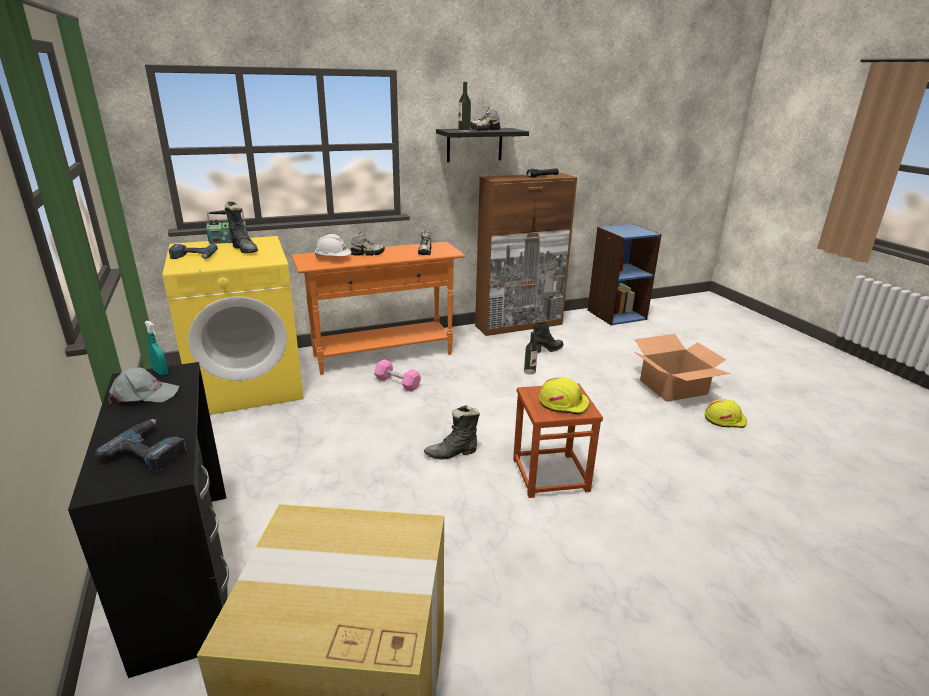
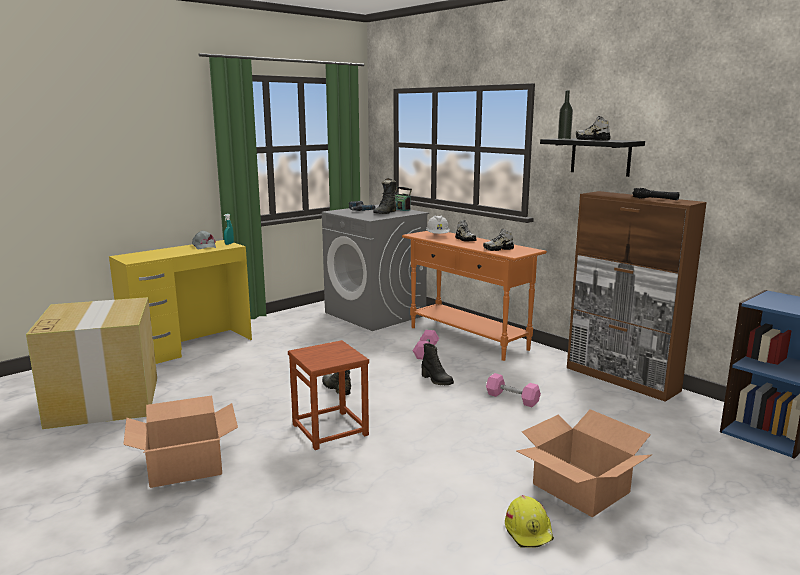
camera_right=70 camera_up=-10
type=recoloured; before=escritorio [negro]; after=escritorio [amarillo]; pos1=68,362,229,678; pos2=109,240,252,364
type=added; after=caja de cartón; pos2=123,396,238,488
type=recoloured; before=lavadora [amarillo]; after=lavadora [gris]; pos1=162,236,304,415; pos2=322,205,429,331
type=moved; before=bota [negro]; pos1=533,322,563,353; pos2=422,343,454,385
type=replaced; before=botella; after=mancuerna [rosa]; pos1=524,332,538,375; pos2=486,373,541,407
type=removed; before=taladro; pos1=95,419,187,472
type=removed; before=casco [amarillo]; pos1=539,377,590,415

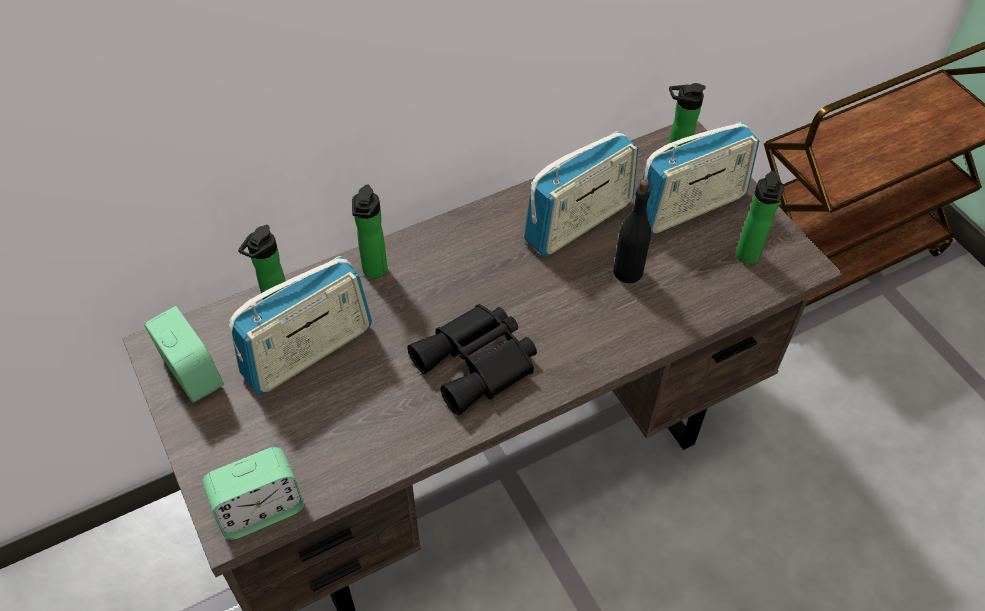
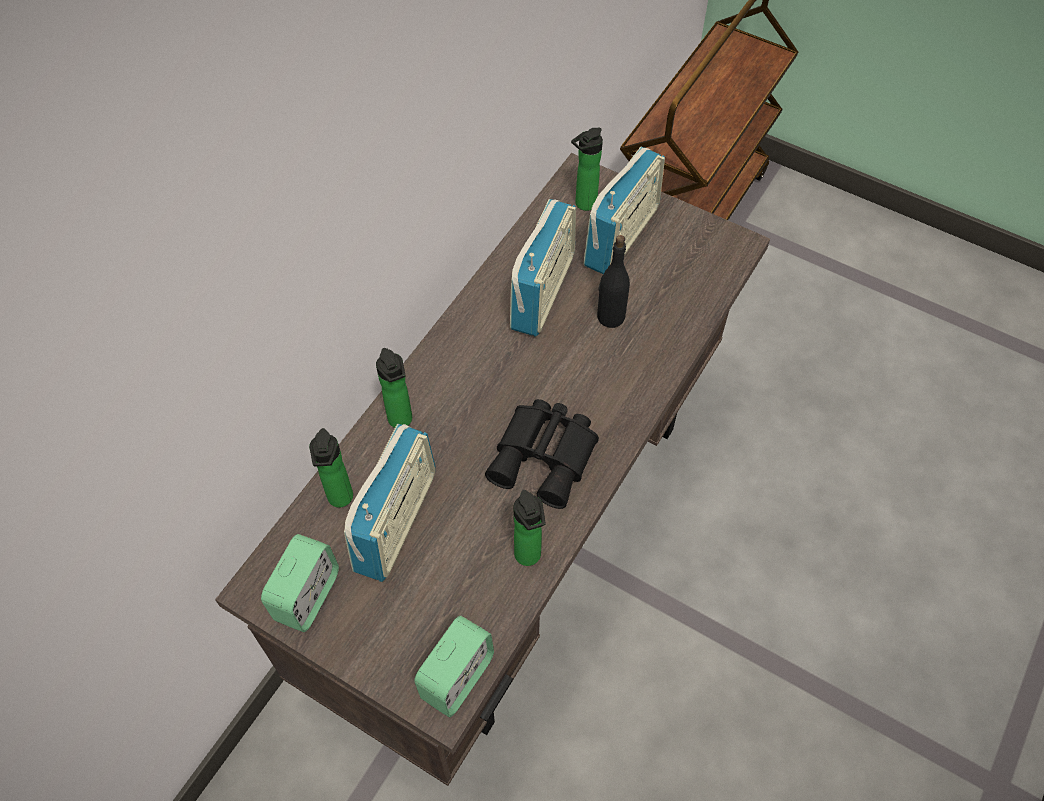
camera_right=-30 camera_up=5
type=turned; before=despertador; pos1=144,306,224,403; pos2=261,534,339,632; turn=90
type=moved; before=botella; pos1=736,171,784,264; pos2=514,490,545,566

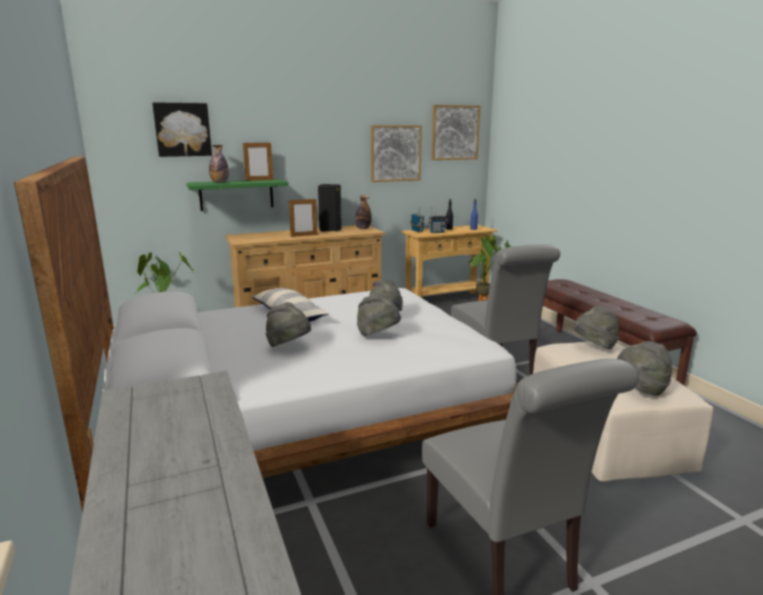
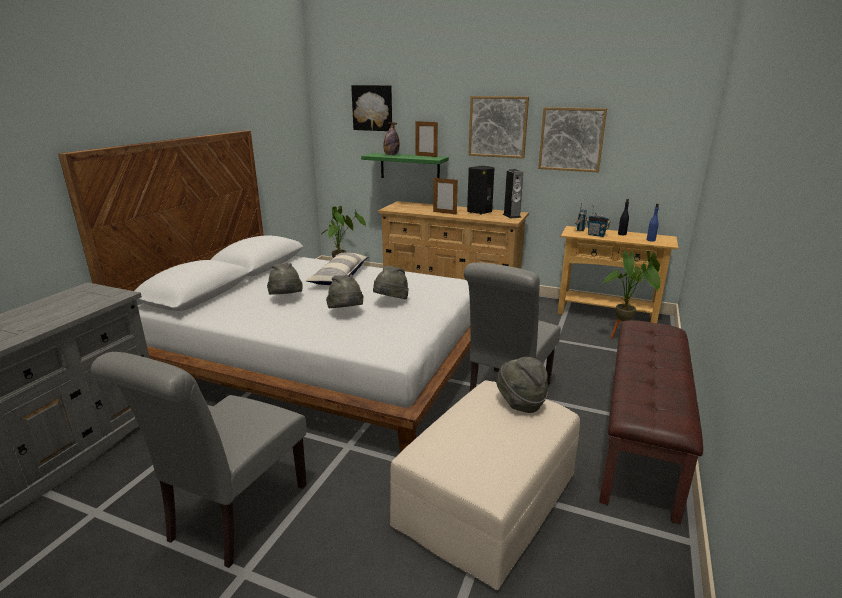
camera_right=45 camera_up=5
type=moved; before=cuadro; pos1=431,105,481,160; pos2=469,96,529,159
type=replaced; before=botella; after=altavoz; pos1=355,196,372,229; pos2=503,169,523,218
type=removed; before=sombrero [gris]; pos1=617,341,672,396

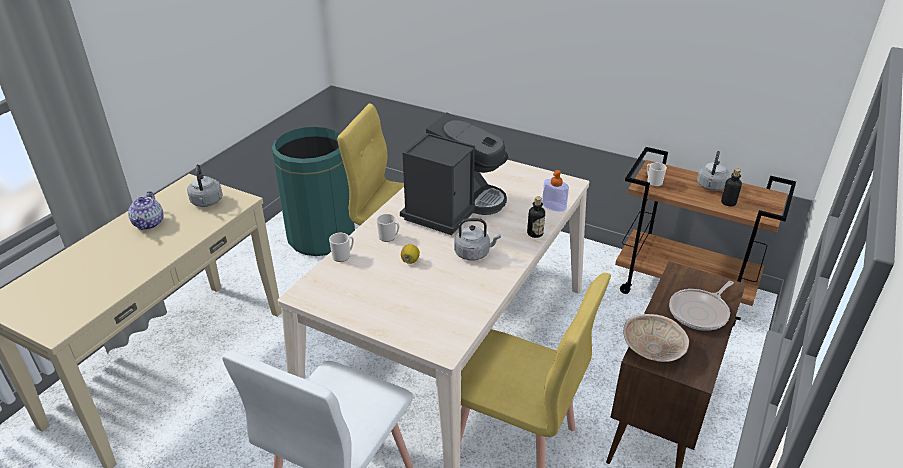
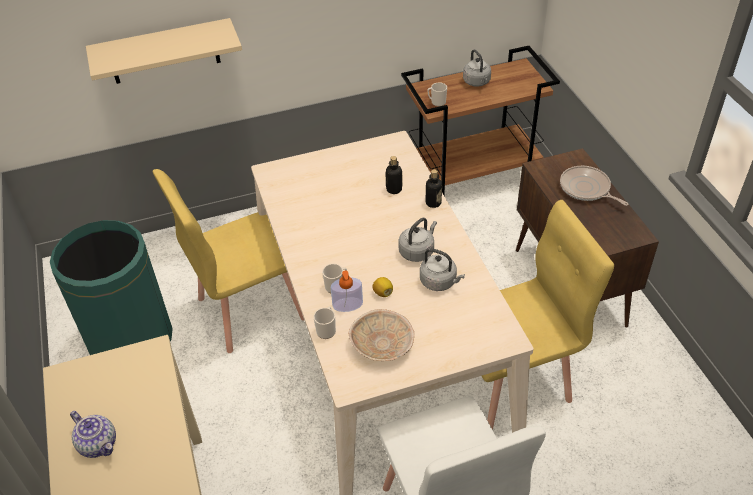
camera_right=-45 camera_up=10
type=added; after=estante [beis]; pos2=86,18,242,84
type=moved; before=dispensador de jabón; pos1=542,170,569,212; pos2=331,271,363,312
type=moved; before=cuenco [beis]; pos1=623,314,689,362; pos2=349,309,414,361
type=moved; before=botella; pos1=721,168,742,206; pos2=386,156,402,194
type=moved; before=hervidor [gris]; pos1=187,164,223,207; pos2=420,248,465,291
type=turned; before=sartén; pos1=669,281,734,331; pos2=560,166,628,206; turn=135
type=removed; before=cafetera; pos1=400,113,508,235

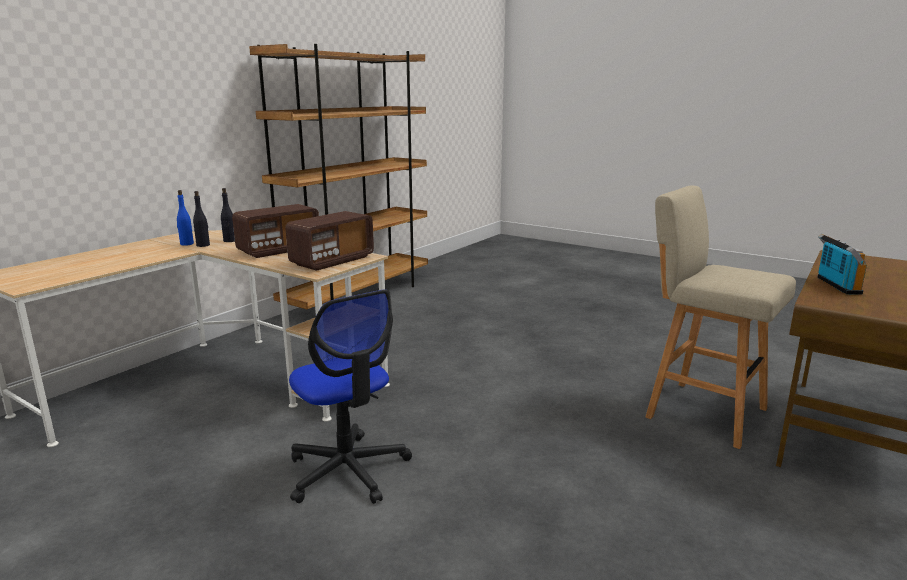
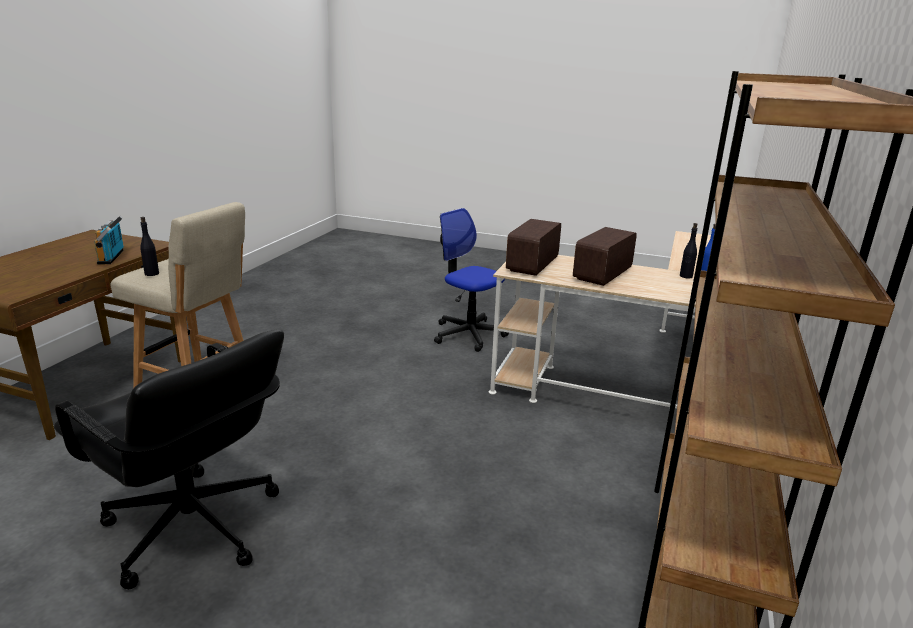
camera_right=165 camera_up=5
type=added; after=silla de oficina [negro]; pos2=54,330,284,589
type=moved; before=botella [negro]; pos1=221,188,235,242; pos2=140,217,159,276

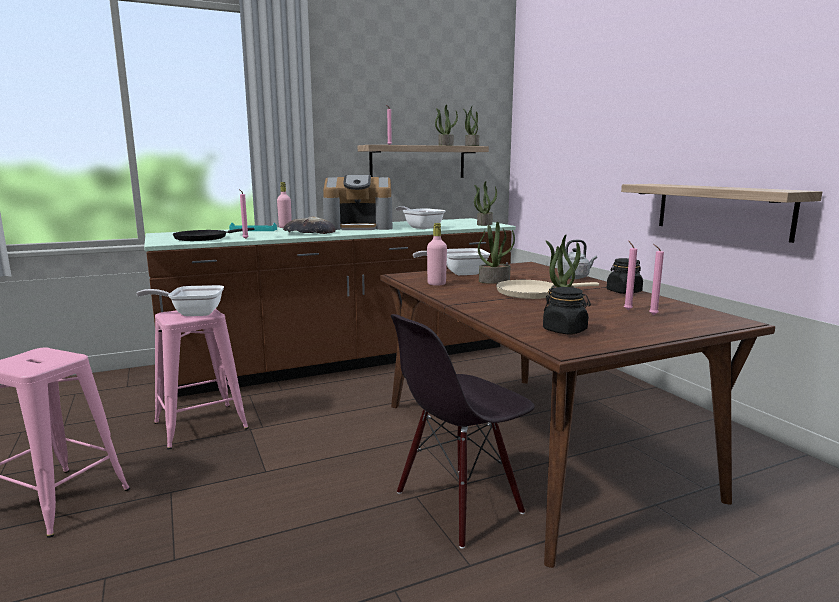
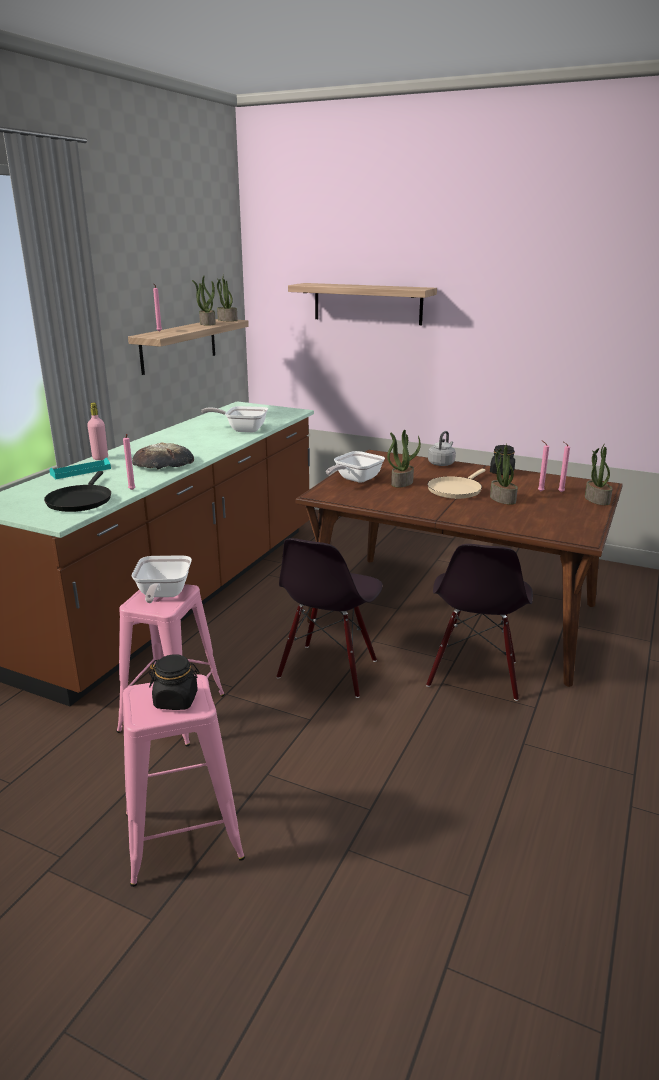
camera_right=-40 camera_up=10
type=turned; before=sartén; pos1=136,285,224,316; pos2=131,556,192,603; turn=-45
type=moved; before=tarro [negro]; pos1=543,287,591,334; pos2=149,654,200,710
type=added; after=silla [negro]; pos2=277,538,383,698
type=moved; before=estante; pos1=621,184,822,243; pos2=288,283,437,325
type=moved; before=planta en maceta; pos1=474,181,497,226; pos2=585,445,613,505
type=removed; before=cafetera; pos1=323,175,392,230
type=removed; before=botella [rosa]; pos1=427,223,447,286

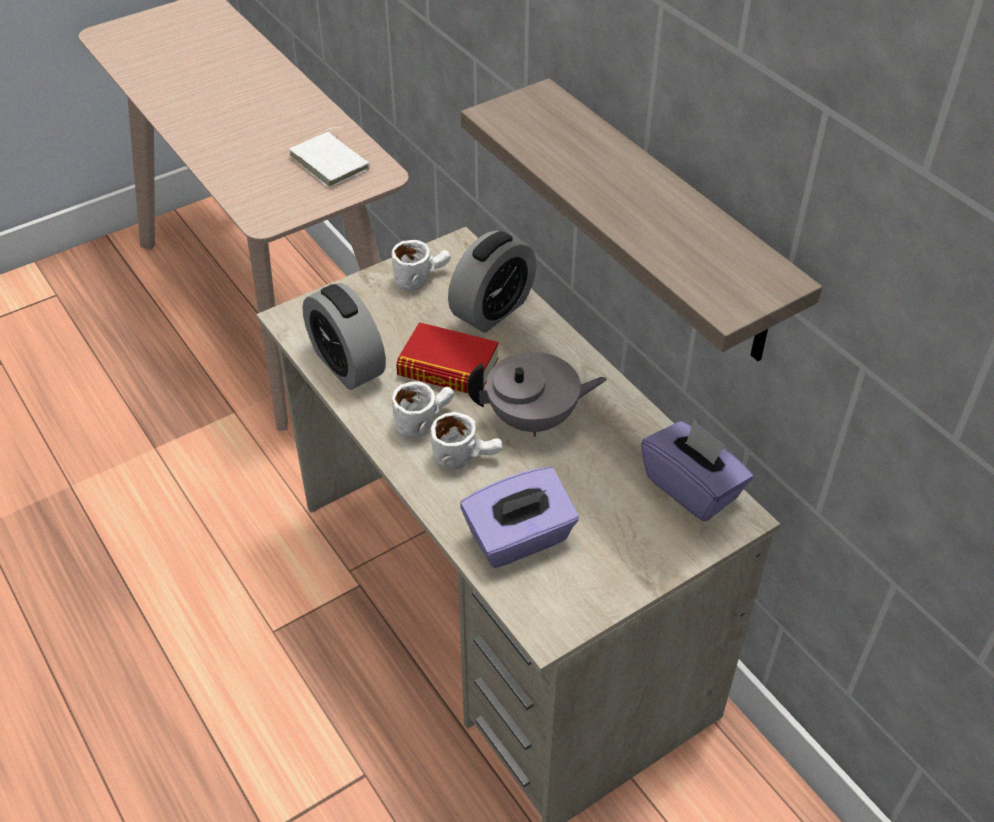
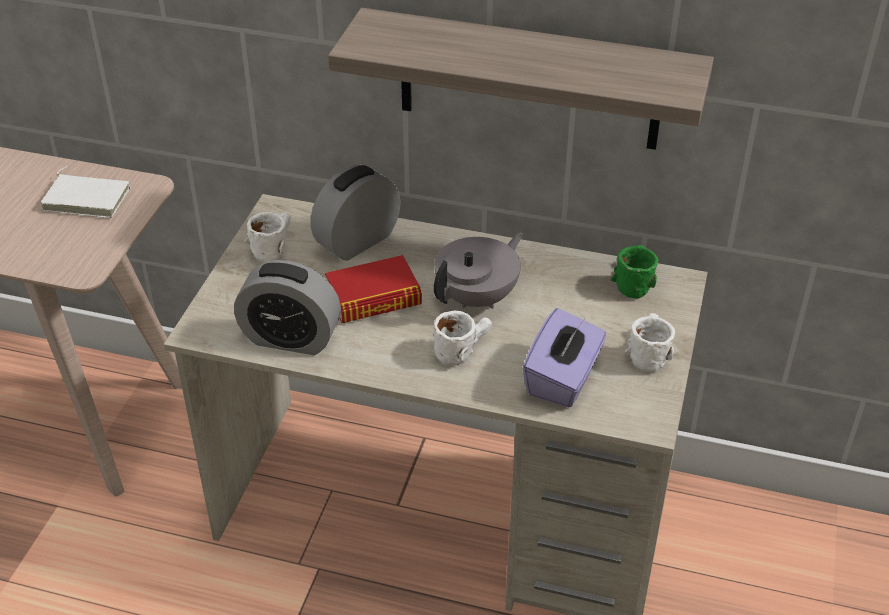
camera_right=-40 camera_up=-5
type=turned; before=despertador; pos1=448,230,537,332; pos2=311,165,401,261; turn=-135
type=replaced; before=caja de pañuelos [morado]; after=taza grande [verde]; pos1=641,419,753,522; pos2=611,245,658,299
type=moved; before=taza grande [blanco]; pos1=392,381,454,439; pos2=625,313,675,372

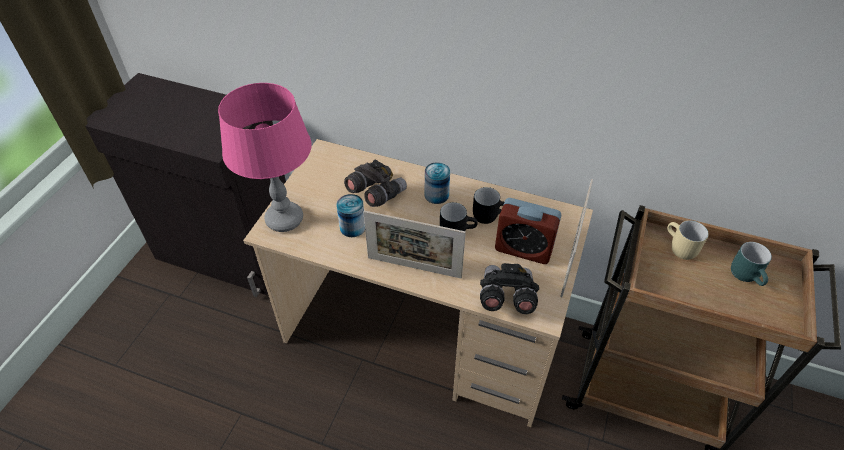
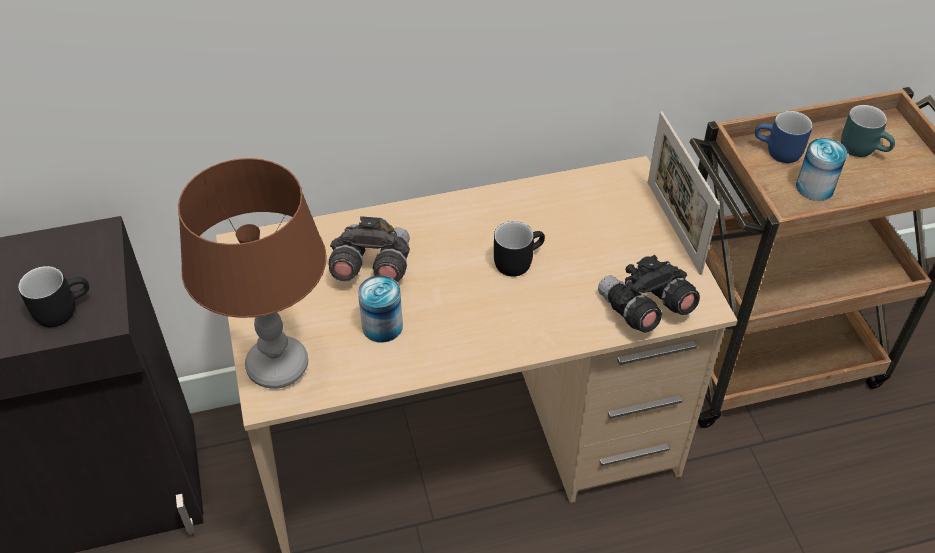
camera_right=-35 camera_up=0
type=moved; before=taza grande [negro]; pos1=473,187,504,224; pos2=18,266,89,327
type=recoloured; before=lámpara de mesa [rosa]; after=lámpara de mesa [marrón]; pos1=218,83,312,232; pos2=178,158,327,389
type=recoloured; before=taza grande [beis]; after=taza grande [azul]; pos1=667,220,709,260; pos2=755,111,813,163
type=moved; before=lata; pos1=425,162,450,204; pos2=796,138,847,201
type=removed; before=portarretratos; pos1=363,211,466,278
type=removed; before=despertador; pos1=495,198,561,264

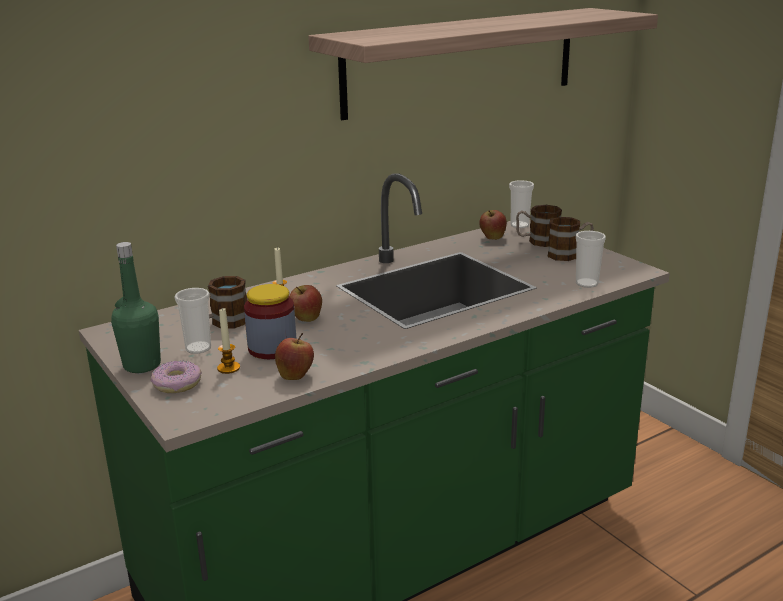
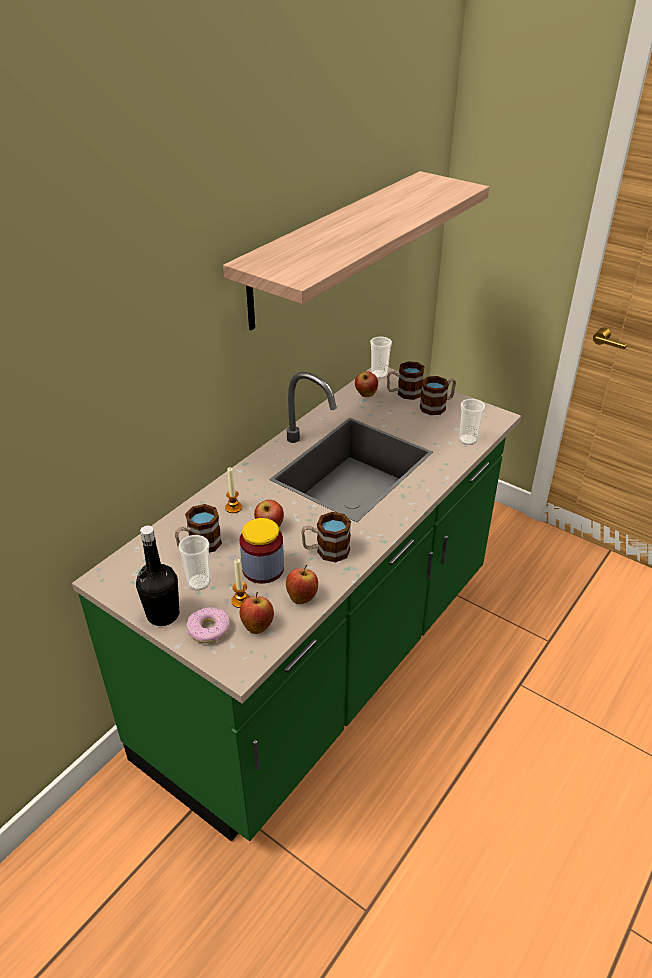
camera_right=-20 camera_up=15
type=recoloured; before=botella [verde]; after=botella [negro]; pos1=111,242,161,373; pos2=136,526,179,626
type=added; after=manzana; pos2=240,592,274,634
type=added; after=taza grande; pos2=301,512,351,562

